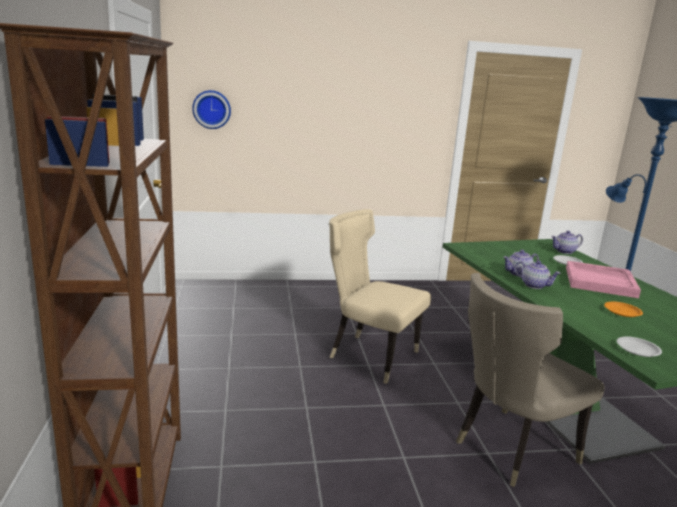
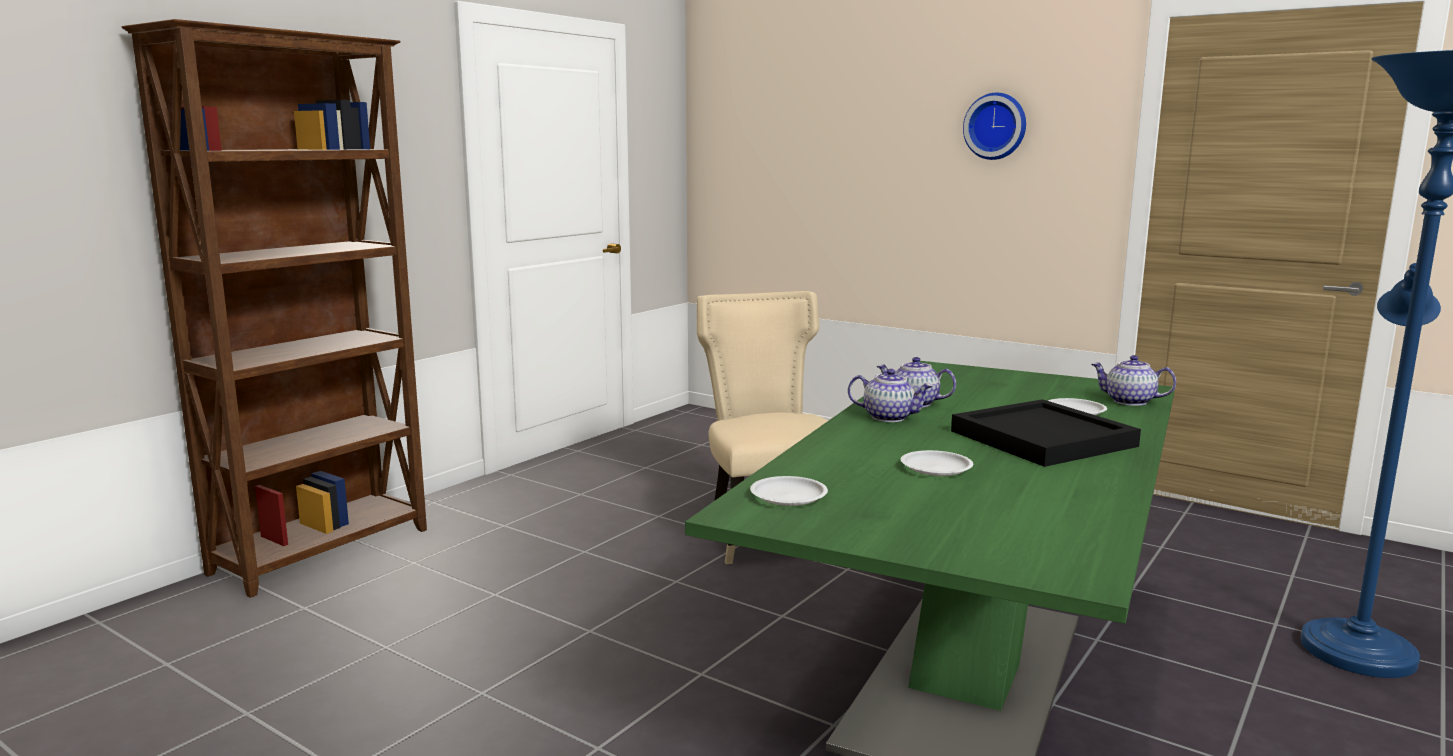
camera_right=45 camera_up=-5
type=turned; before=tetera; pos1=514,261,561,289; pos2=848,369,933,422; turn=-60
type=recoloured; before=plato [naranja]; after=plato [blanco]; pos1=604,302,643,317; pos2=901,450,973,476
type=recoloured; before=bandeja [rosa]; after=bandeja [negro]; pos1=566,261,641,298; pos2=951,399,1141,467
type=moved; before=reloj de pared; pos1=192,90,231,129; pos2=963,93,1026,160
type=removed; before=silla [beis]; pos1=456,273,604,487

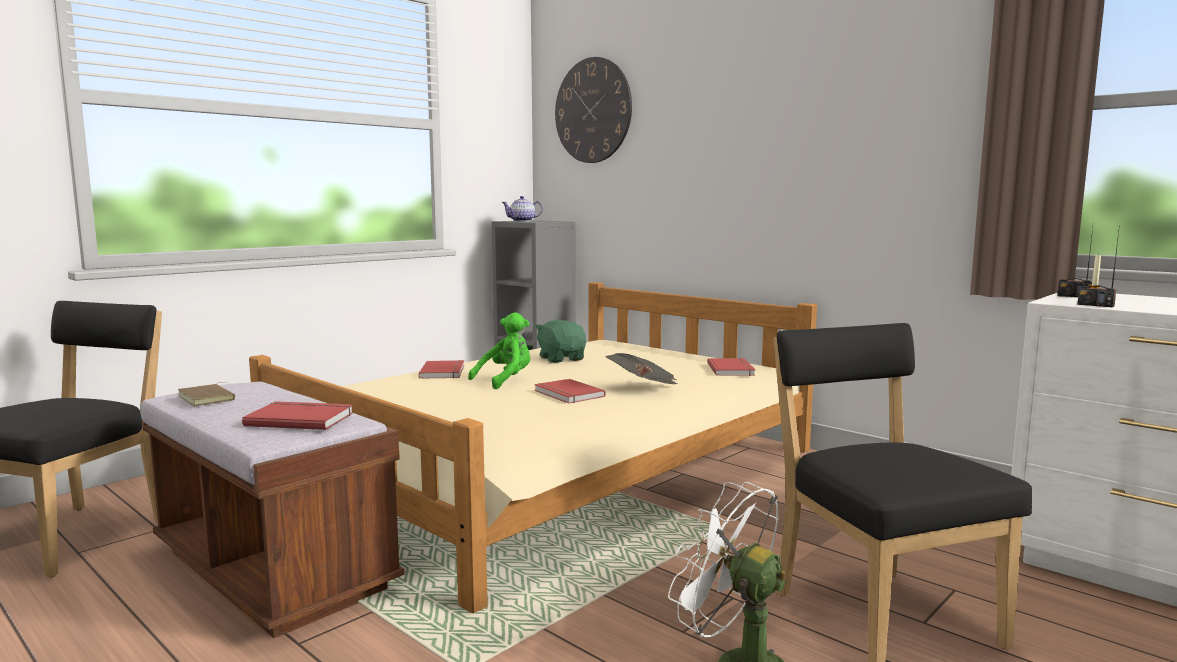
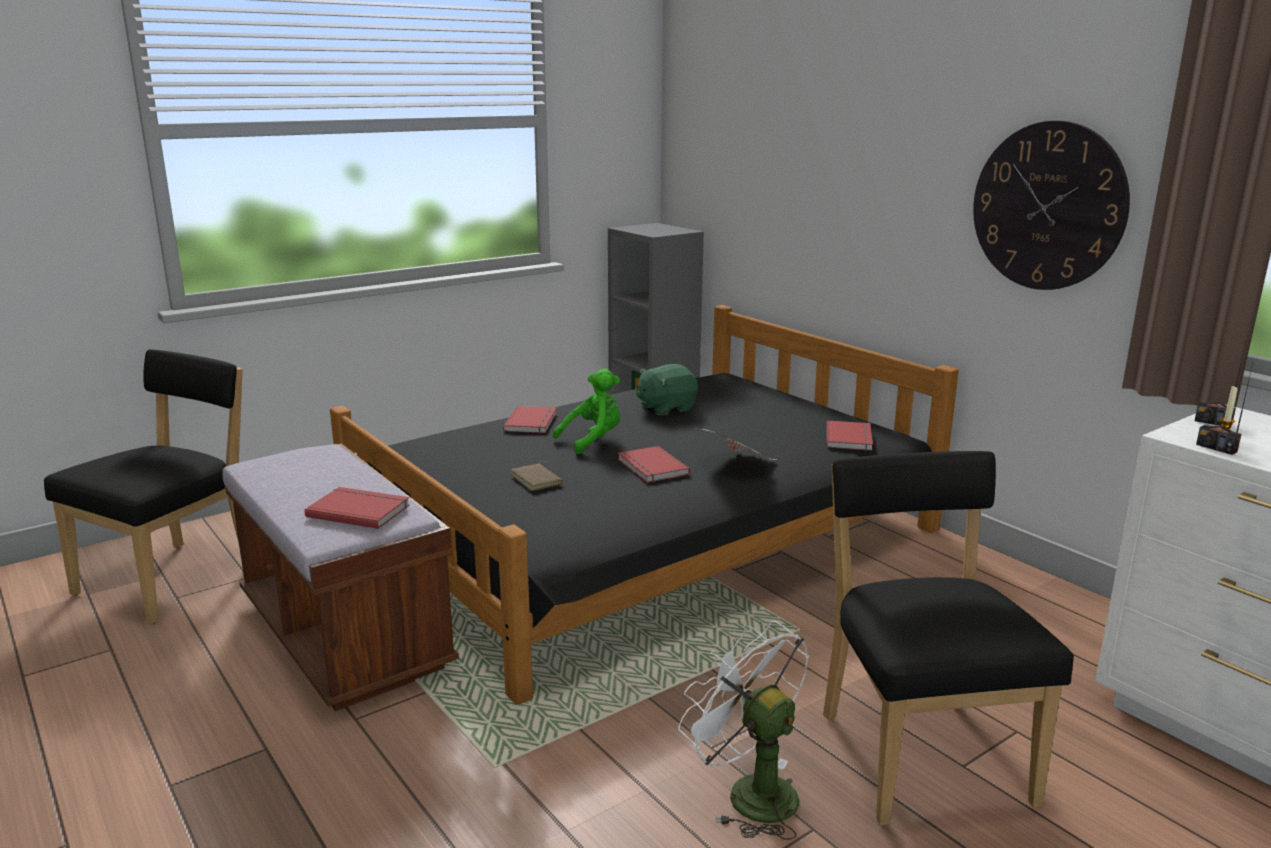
camera_right=10 camera_up=10
type=recoloured; before=cama [beis]; after=cama [negro]; pos1=249,282,817,613; pos2=330,305,959,705
type=moved; before=libro [marrón]; pos1=178,382,235,406; pos2=511,462,562,491
type=turned; before=peluche [verde]; pos1=535,319,586,363; pos2=636,364,698,415; turn=-105
type=moved; before=reloj de pared; pos1=555,57,632,163; pos2=973,121,1130,290
type=removed; before=tetera; pos1=501,196,543,222

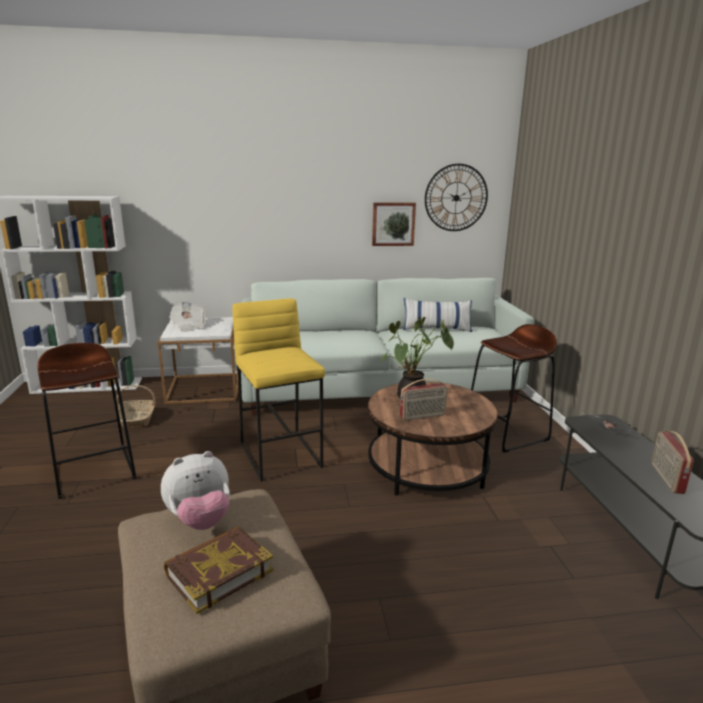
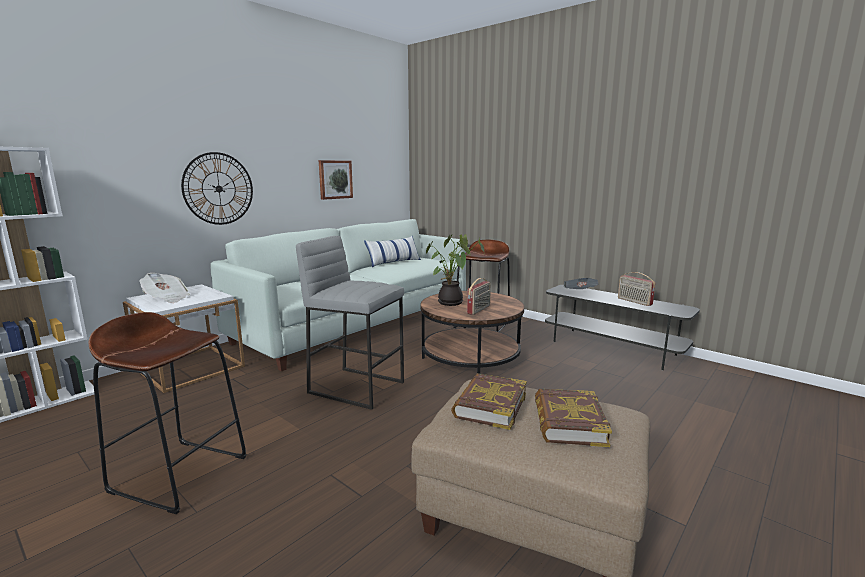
camera_right=-40 camera_up=-5
type=moved; before=reloj de pared; pos1=425,164,488,231; pos2=181,152,253,225
type=recoloured; before=taburete [amarillo]; after=taburete [gris]; pos1=232,298,325,482; pos2=296,236,404,410
type=replaced; before=peluche; after=libro; pos1=161,451,230,530; pos2=451,373,527,430
type=removed; before=cesta; pos1=116,385,156,428

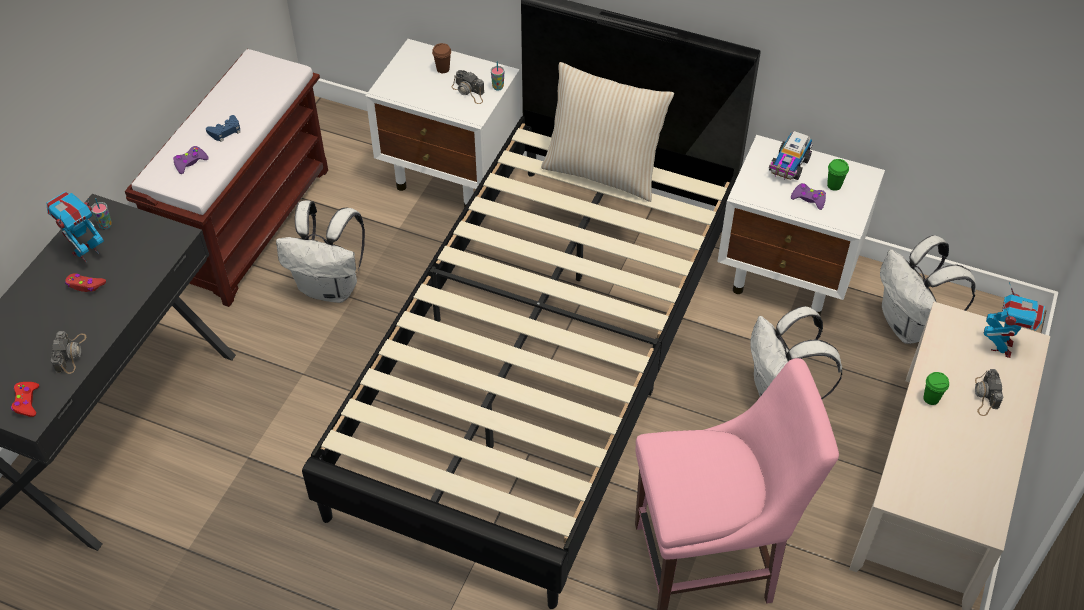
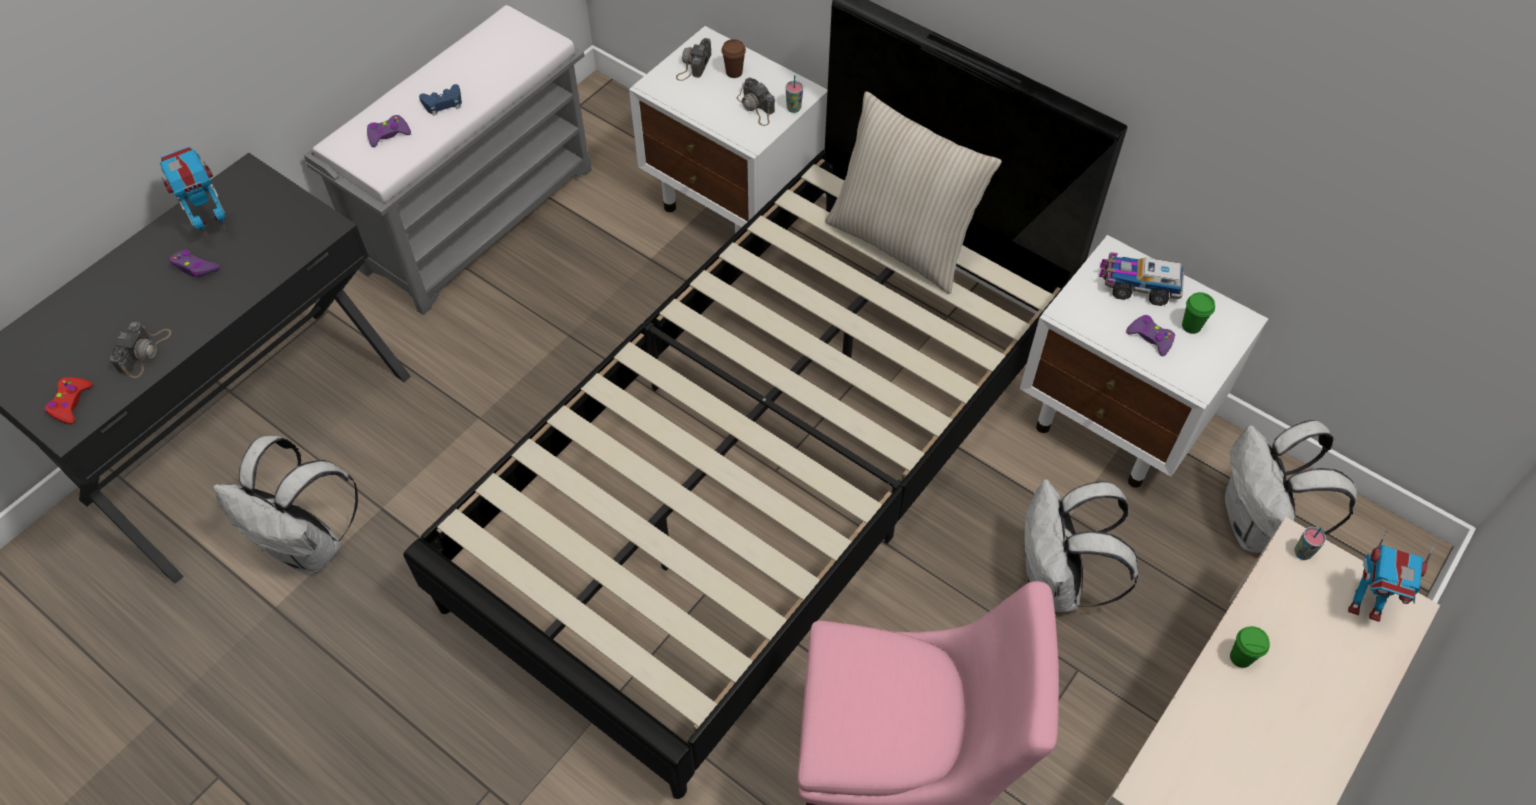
camera_right=15 camera_up=5
type=recoloured; before=mando de consola [rojo]; after=mando de consola [morado]; pos1=65,273,106,292; pos2=169,250,220,278
type=moved; before=mochila [blanco]; pos1=276,200,365,303; pos2=213,436,358,575
type=recoloured; before=banco [marrón]; after=banco [gris]; pos1=125,49,328,307; pos2=304,5,592,315
type=moved; before=cámara; pos1=975,369,1003,416; pos2=676,38,712,81
type=turned; before=camión de juguete; pos1=769,131,813,180; pos2=1099,252,1184,306; turn=60
type=moved; before=taza; pos1=91,198,112,229; pos2=1294,527,1326,560
type=turned; before=robot de juguete; pos1=983,282,1045,358; pos2=1348,527,1437,622; turn=75

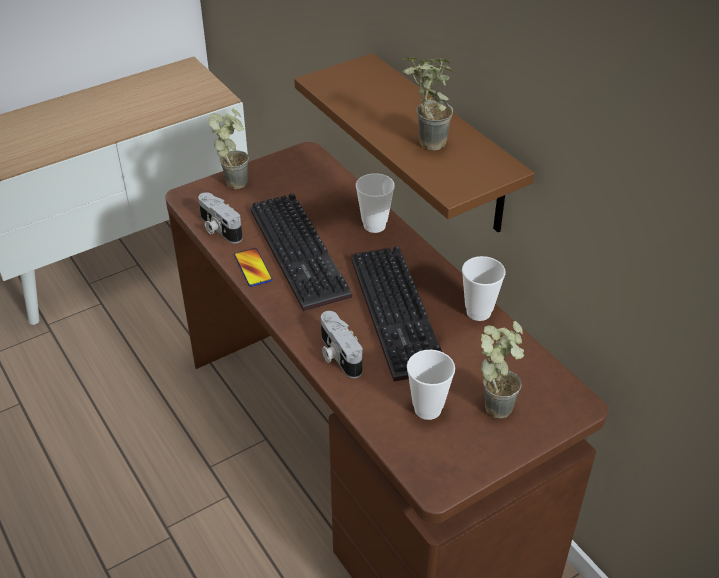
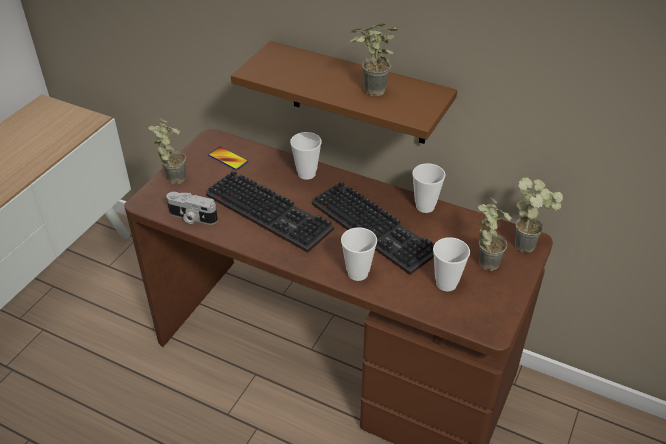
camera_right=-30 camera_up=0
type=moved; before=móvil; pos1=234,248,273,287; pos2=208,146,248,170
type=replaced; before=cámara; after=taza; pos1=321,311,363,378; pos2=341,227,377,281
type=added; after=planta en maceta; pos2=515,177,563,253

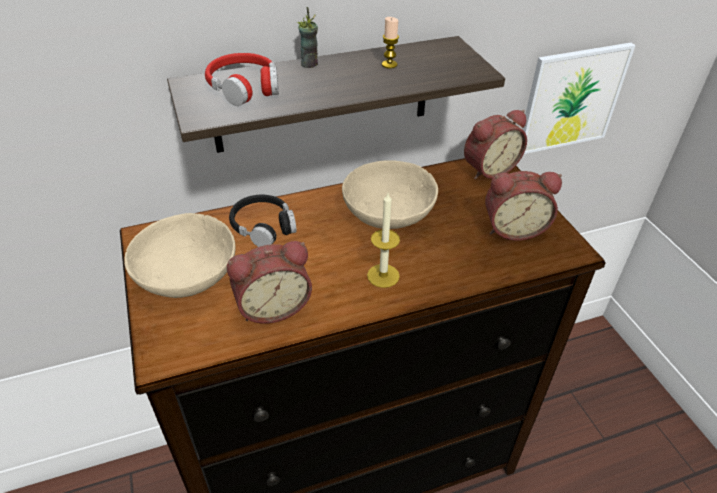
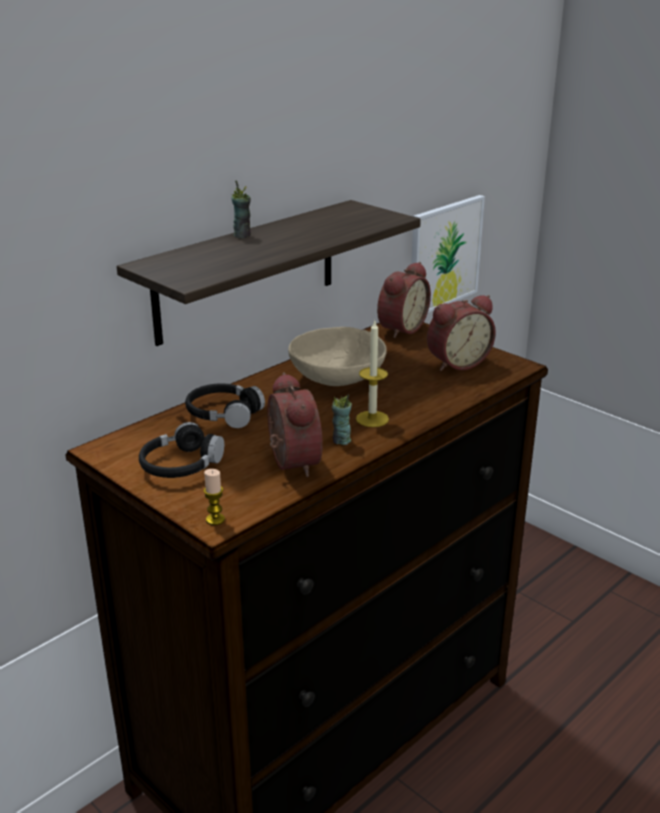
camera_right=-25 camera_up=-15
type=replaced; before=cuenco [beis]; after=auriculares [negro]; pos1=124,213,236,298; pos2=139,422,224,478
type=moved; before=vela; pos1=382,17,399,69; pos2=204,469,225,525
type=turned; before=despertador; pos1=227,241,312,324; pos2=267,372,323,477; turn=-60
type=added; after=taza; pos2=332,394,352,445
type=removed; before=auriculares [rojo]; pos1=205,53,279,106

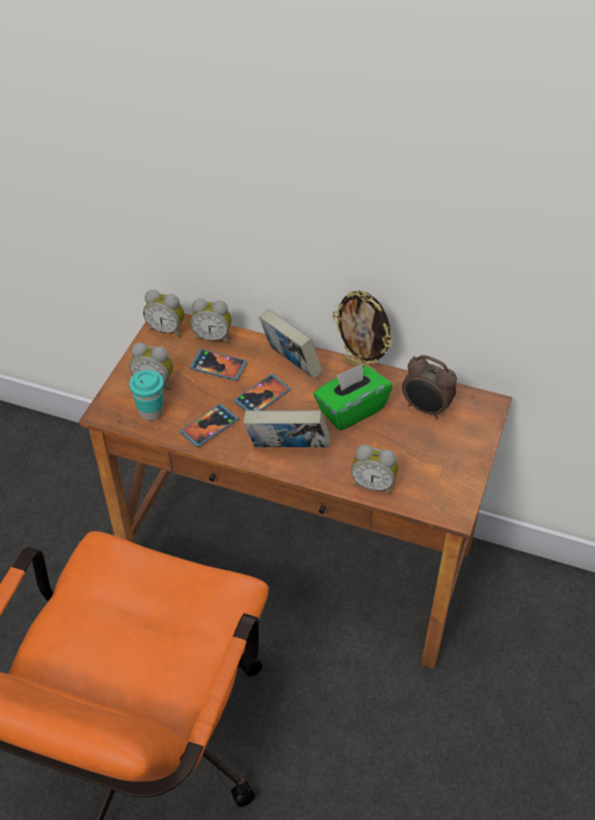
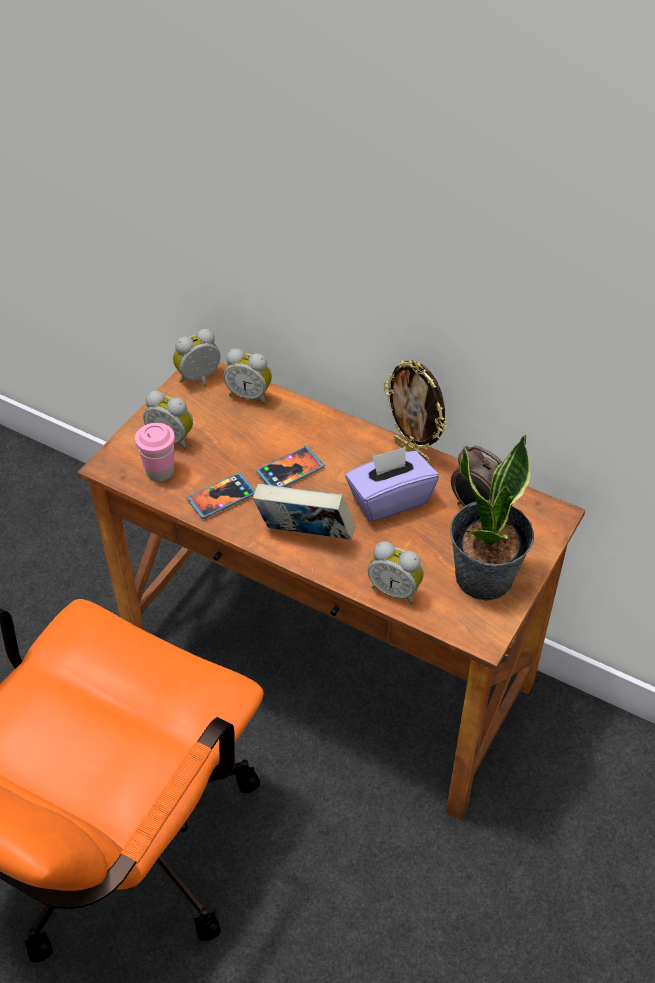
camera_right=10 camera_up=0
type=recoloured; before=taza [turquesa]; after=taza [rosa]; pos1=129,370,164,421; pos2=135,423,175,482
type=turned; before=despertador; pos1=143,290,185,337; pos2=173,329,220,387; turn=120
type=recoloured; before=caja de pañuelos [verde]; after=caja de pañuelos [morado]; pos1=314,364,392,431; pos2=345,446,439,522
type=added; after=planta en maceta; pos2=450,434,534,601
type=removed; before=móvil; pos1=190,349,247,381
type=removed; before=libro; pos1=259,309,322,379

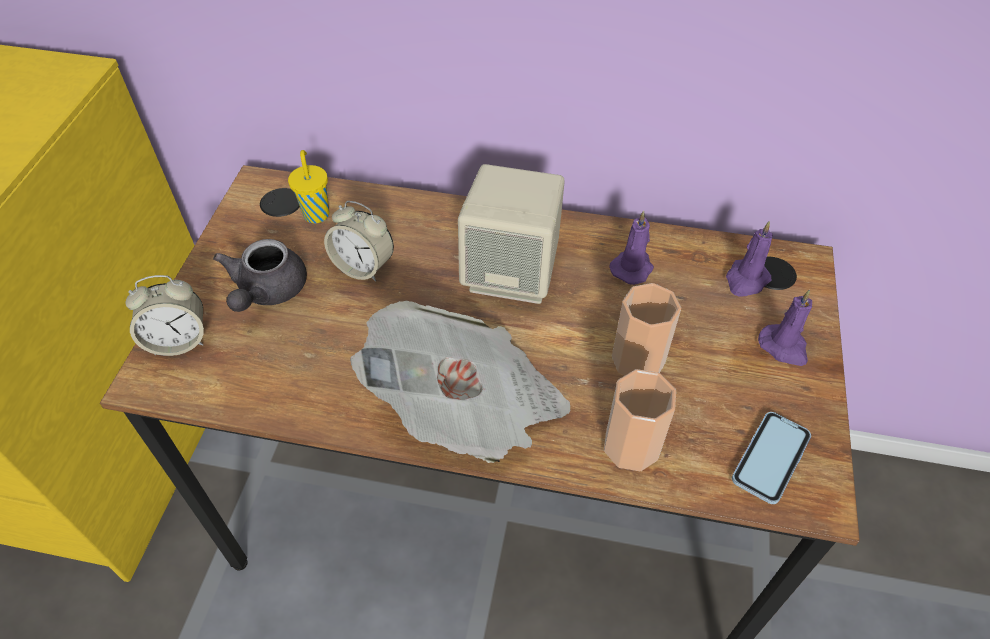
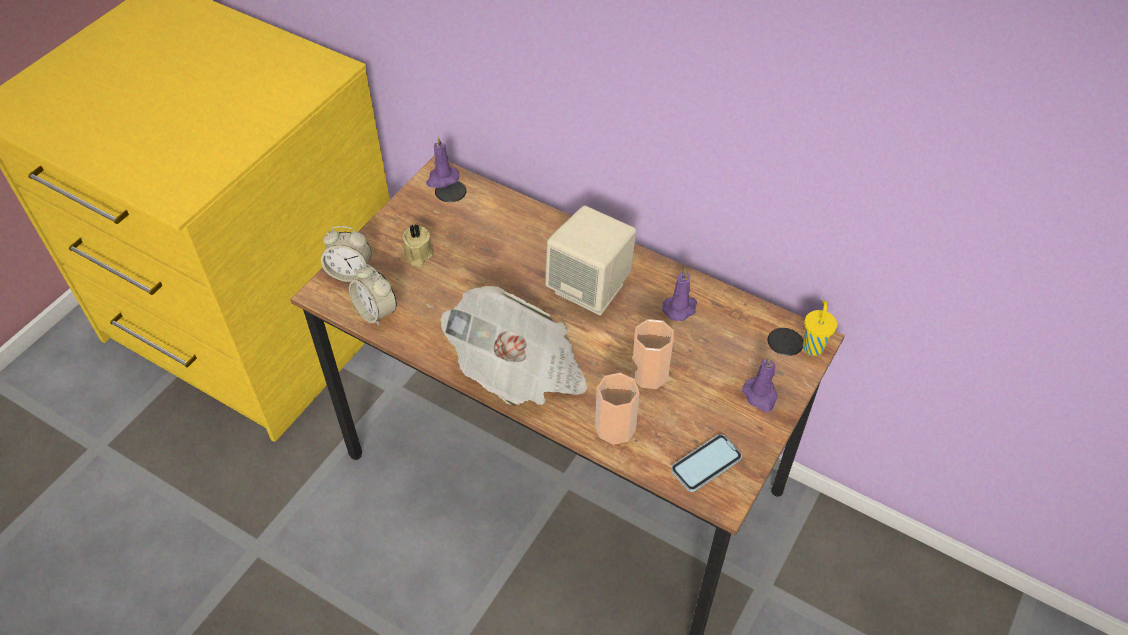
camera_right=20 camera_up=0
type=moved; before=despertador; pos1=324,201,394,282; pos2=349,264,397,326
type=replaced; before=tetera [gris]; after=vela [beis]; pos1=213,239,307,312; pos2=403,224,433,266
type=moved; before=vela [morado]; pos1=726,221,773,297; pos2=426,137,459,188
type=moved; before=taza [amarillo]; pos1=288,150,329,223; pos2=802,300,837,356

